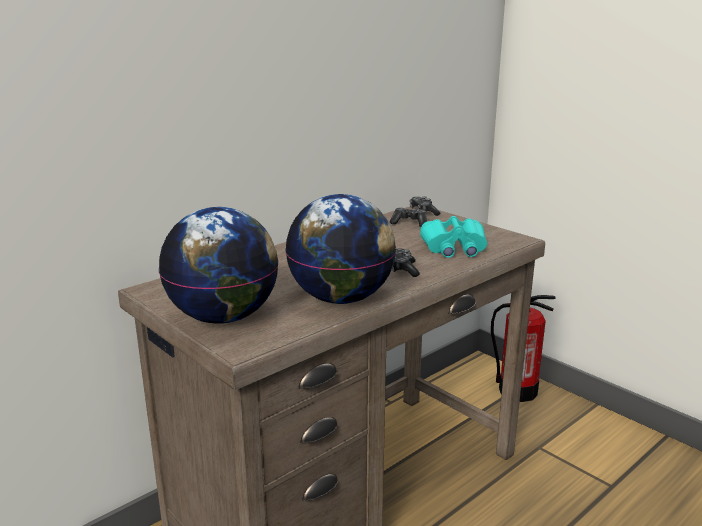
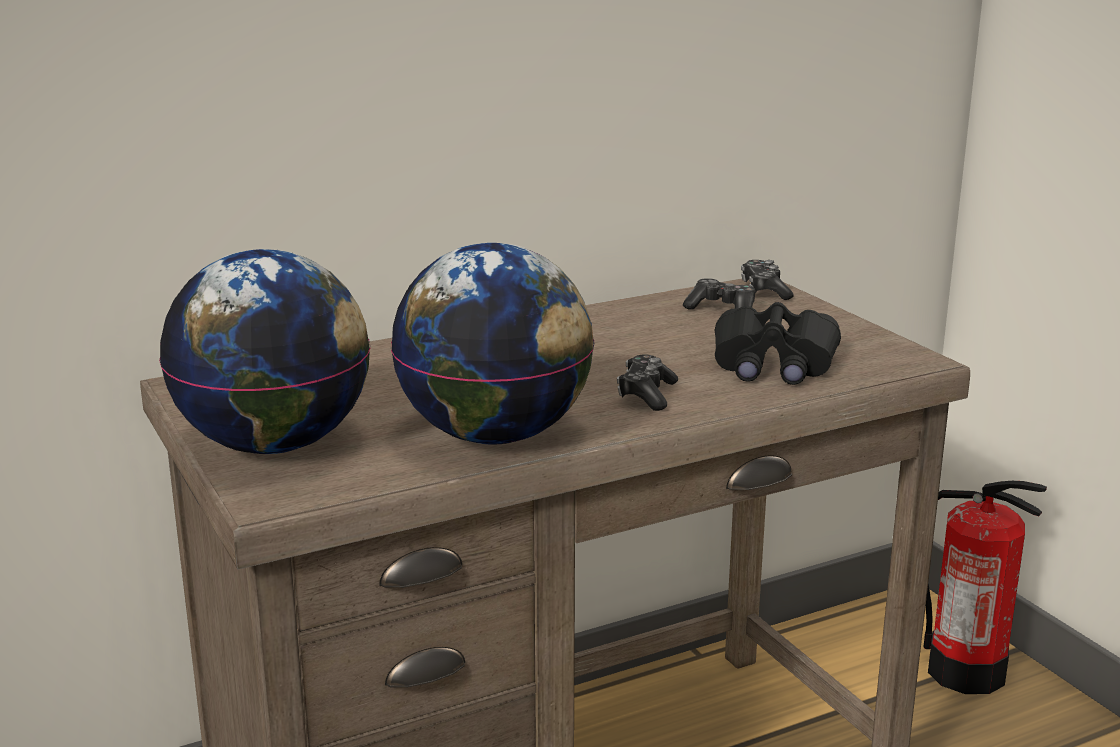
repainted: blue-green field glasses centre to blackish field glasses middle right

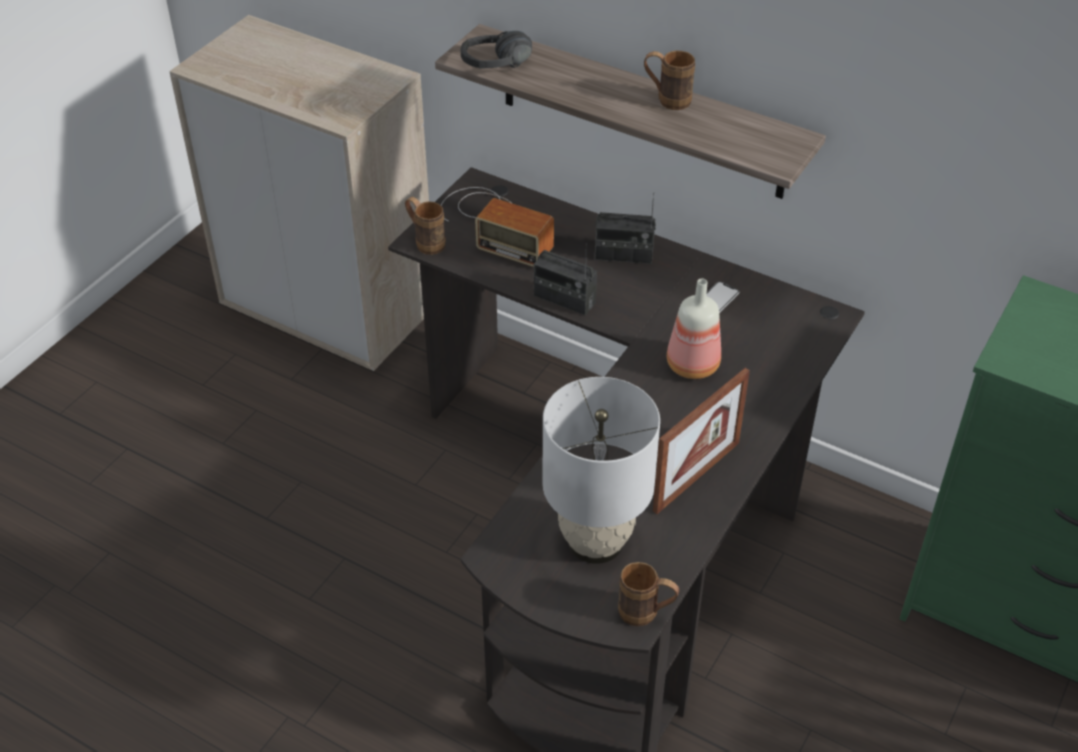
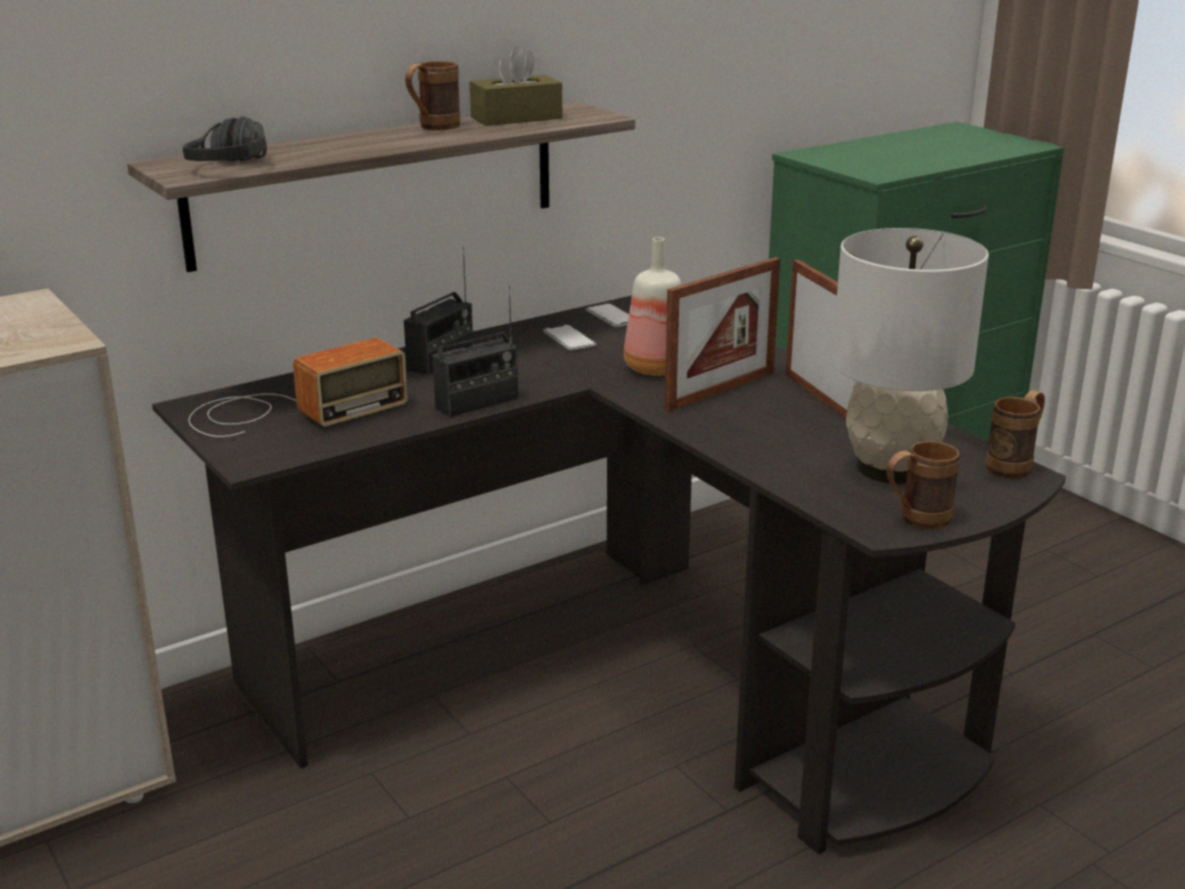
new: brown box of tissues top centre; telephone (no. 2 from left) centre; standing frame (no. 1 from left) centre
shifted: brown coffee mug (no. 1 from left in the first image) top centre to brown coffee mug (no. 2 from left) middle right

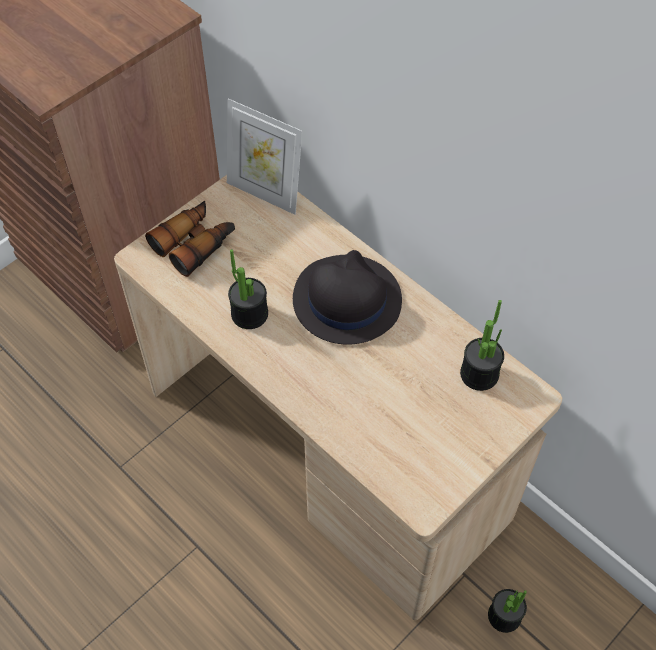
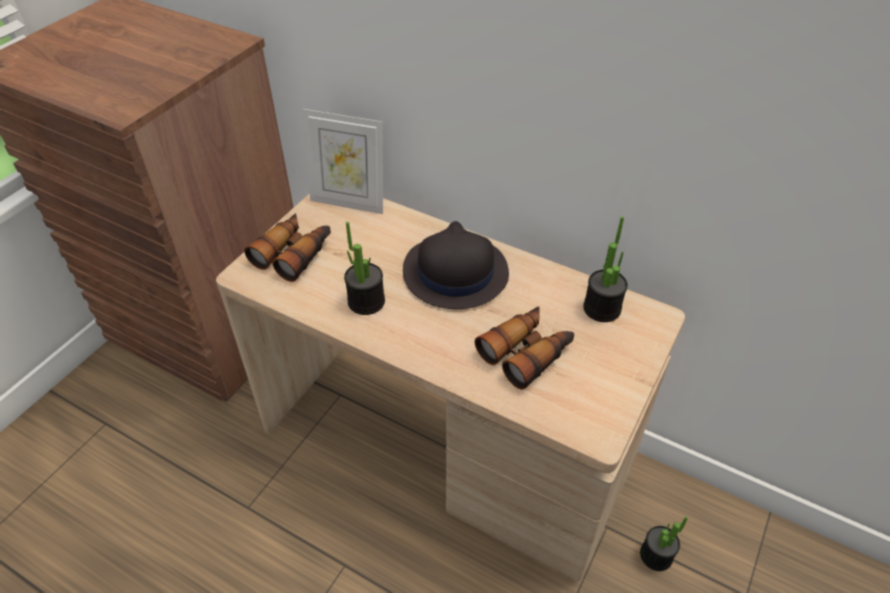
new: field glasses (no. 2 from left) centre

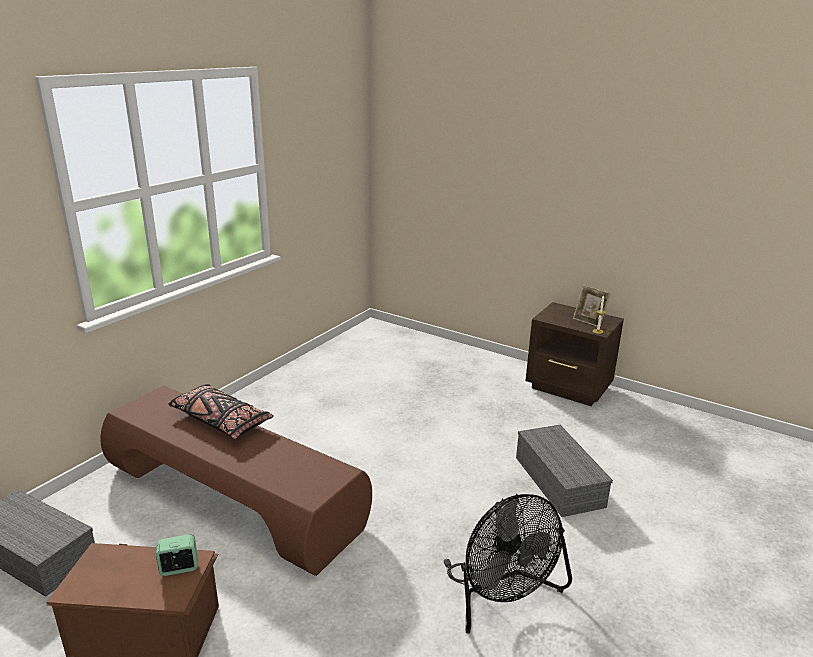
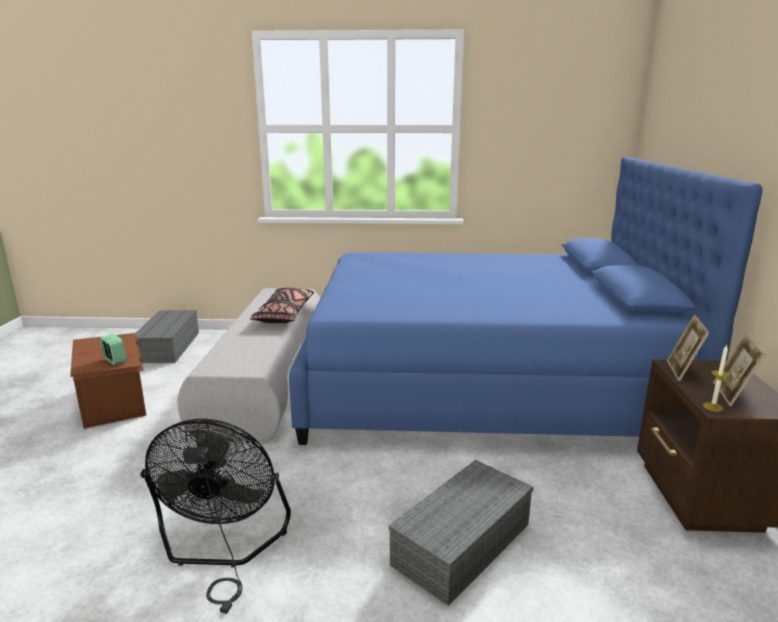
new: bluish bedroom bed middle right; standing frame (no. 1 from left) middle right
repainted: brown long seat bottom left to gray long seat middle left
rotated: blackish electric fan bottom centre = bottom left 150 degrees clockwise

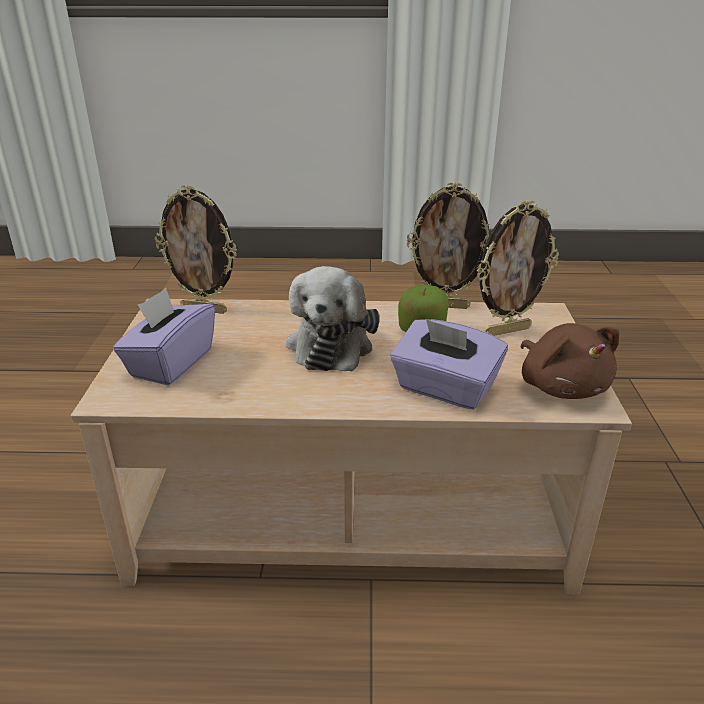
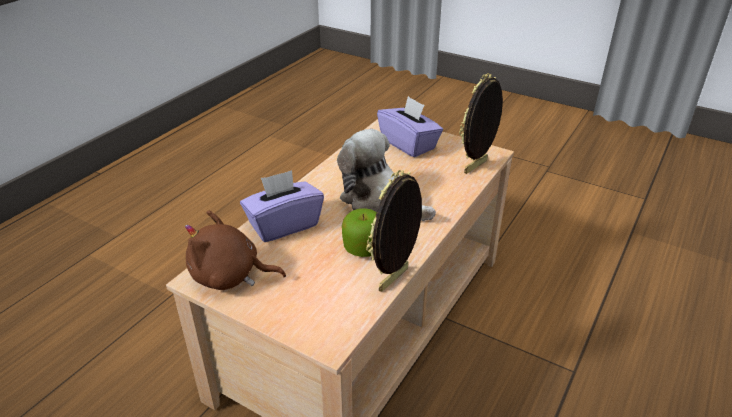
gone: standing frame (no. 3 from left) middle right

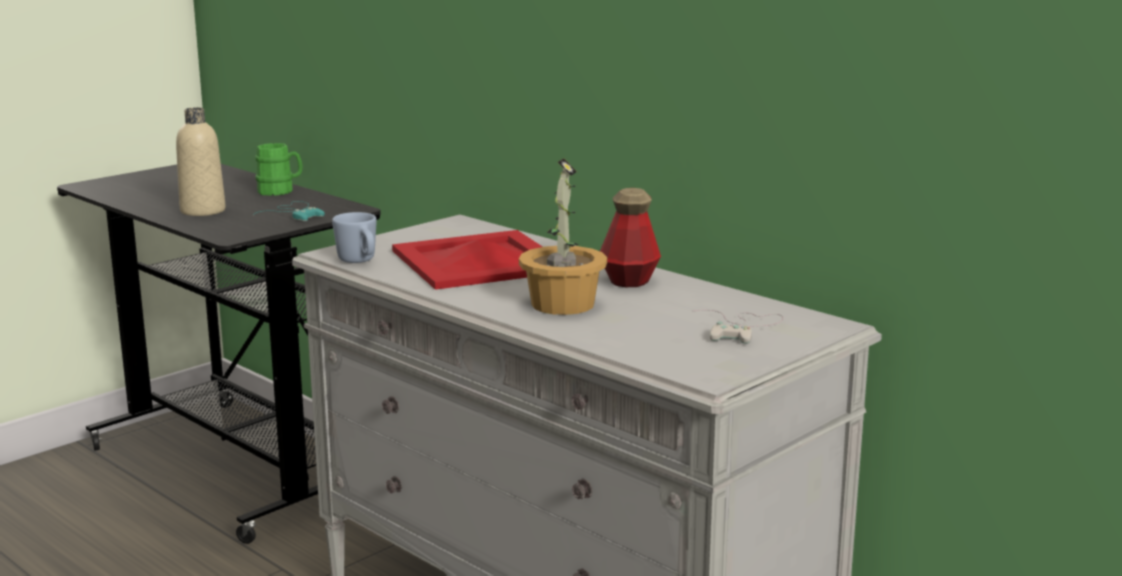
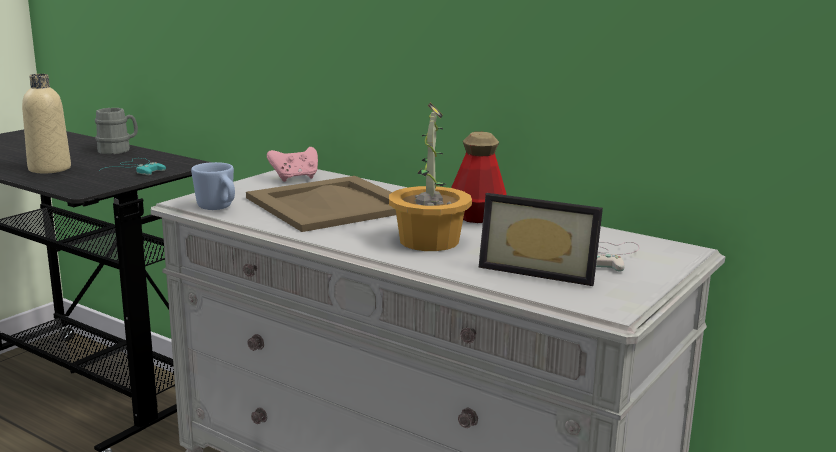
new: pink-coloured gamepad centre; standing frame centre
repainted: green coffee mug top left to gray coffee mug top left; red-coloured serving tray centre to beige-coloured serving tray centre

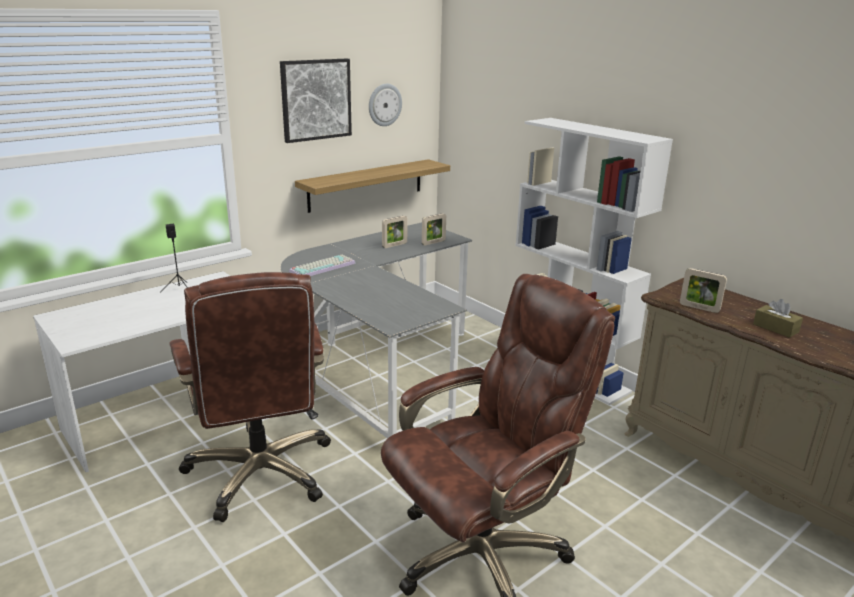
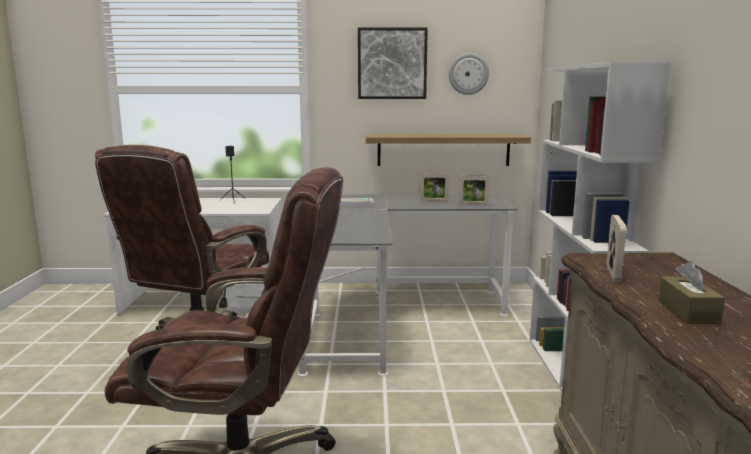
rotated: standing frame (no. 3 from left) middle right = middle right 150 degrees counterclockwise

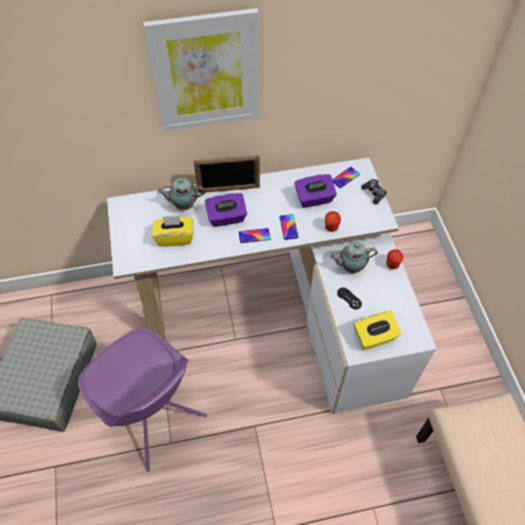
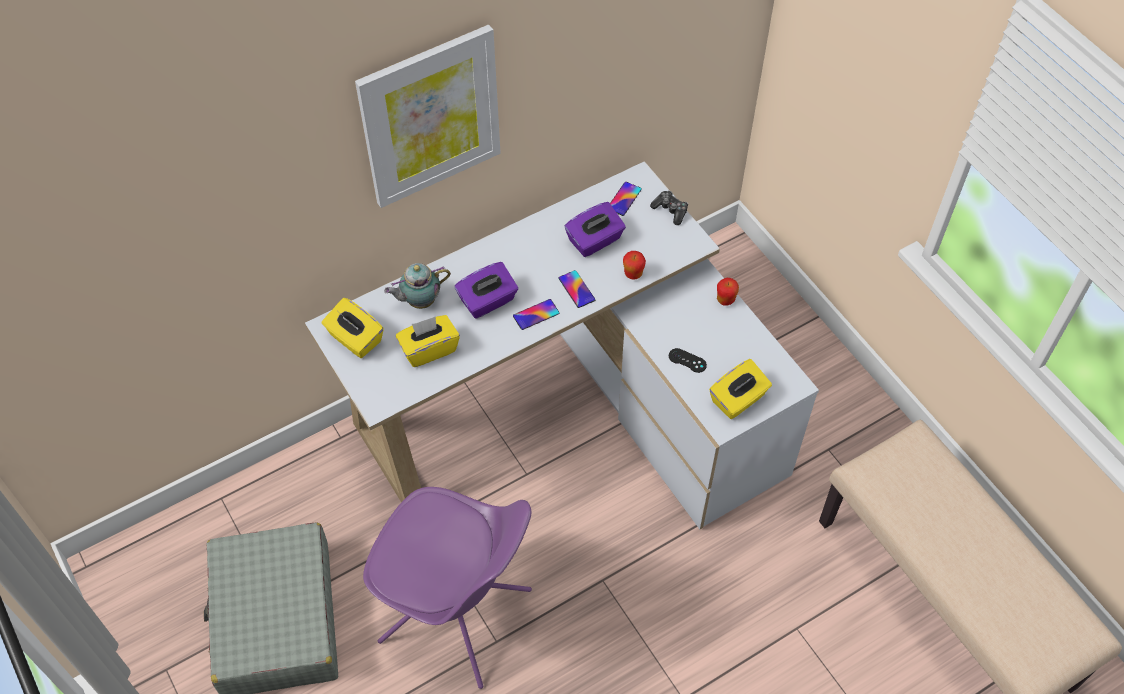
gone: standing frame top centre; tea pot (no. 2 from left) middle right
new: yellow box of tissues (no. 1 from left) middle left

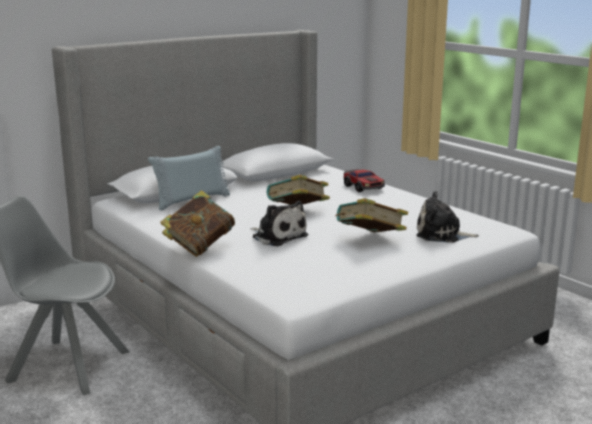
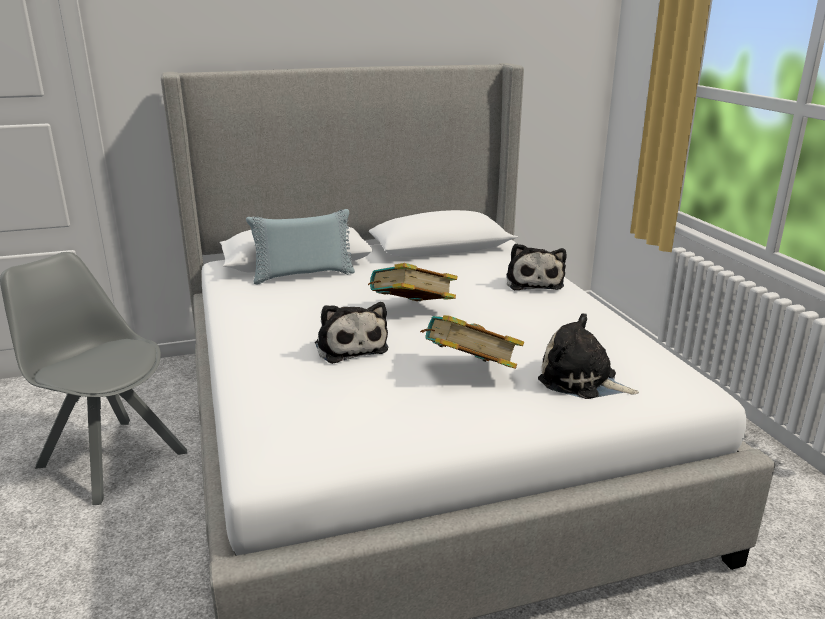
gone: bound book (no. 1 from left) centre
swapped: model car centre to plush toy (no. 2 from left) centre

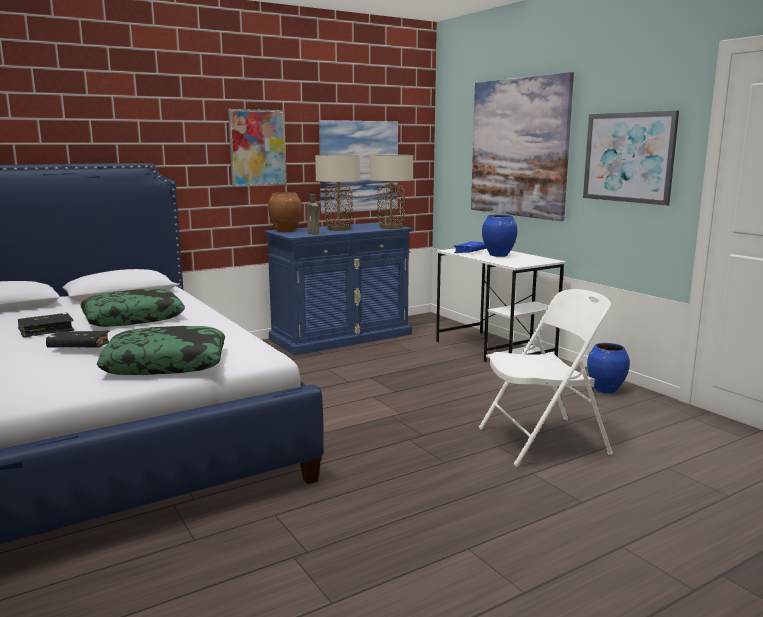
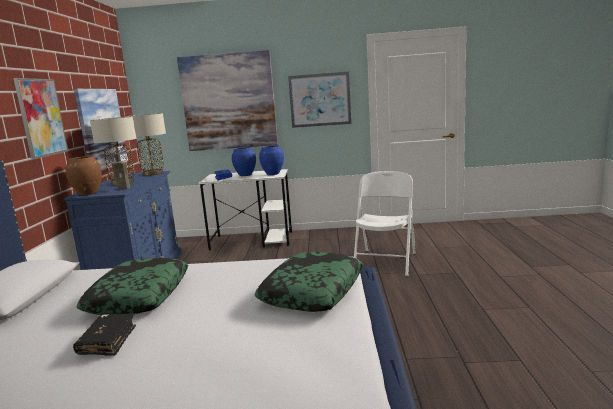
gone: blackish bound book (no. 2 from left) middle left
shifted: bluish vase (no. 2 from left) middle right to centre

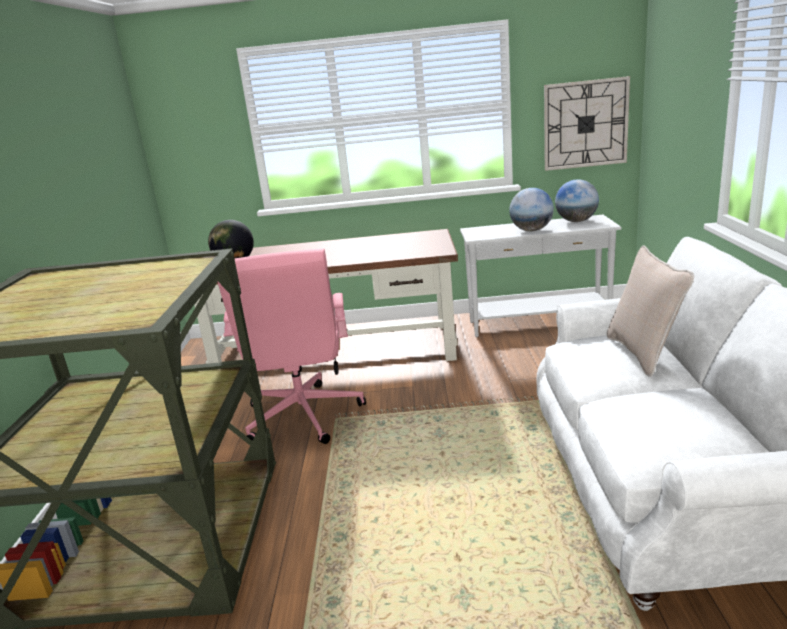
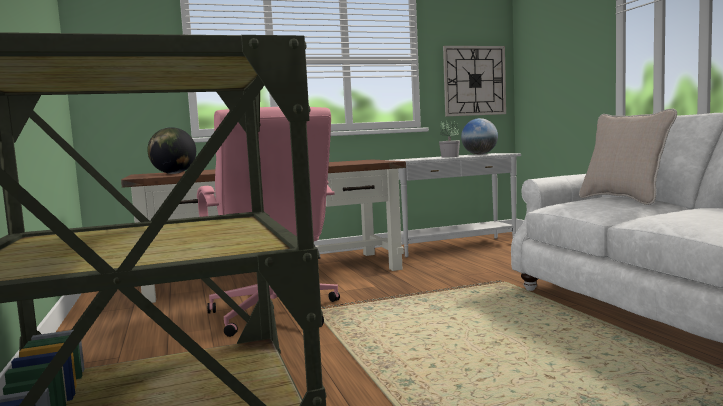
swapped: world globe (no. 2 from left) top right to potted plant centre

